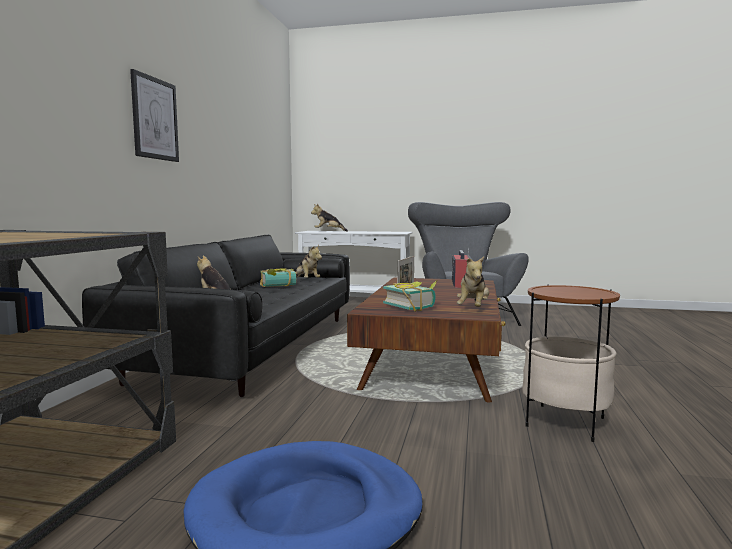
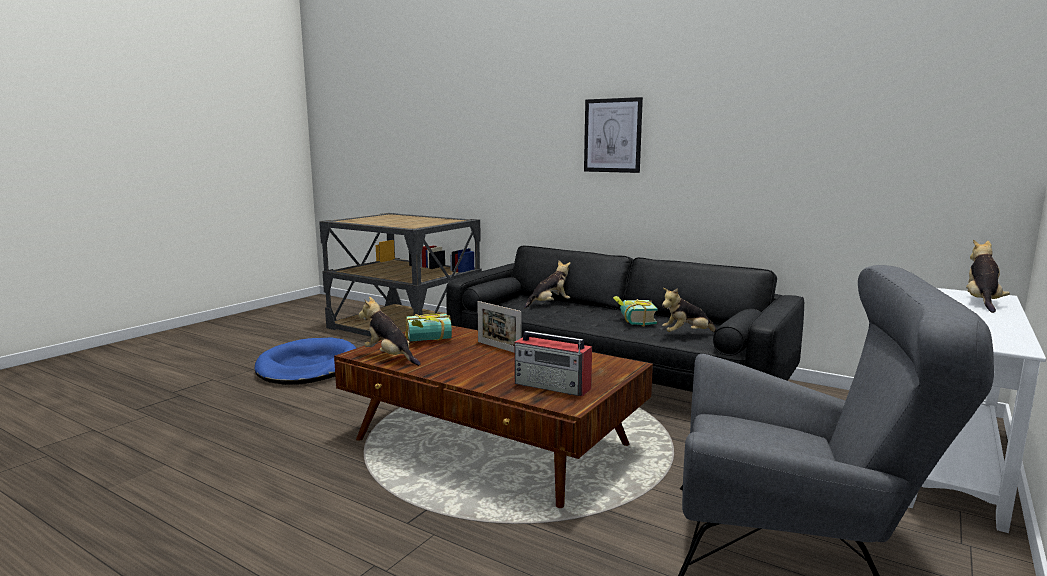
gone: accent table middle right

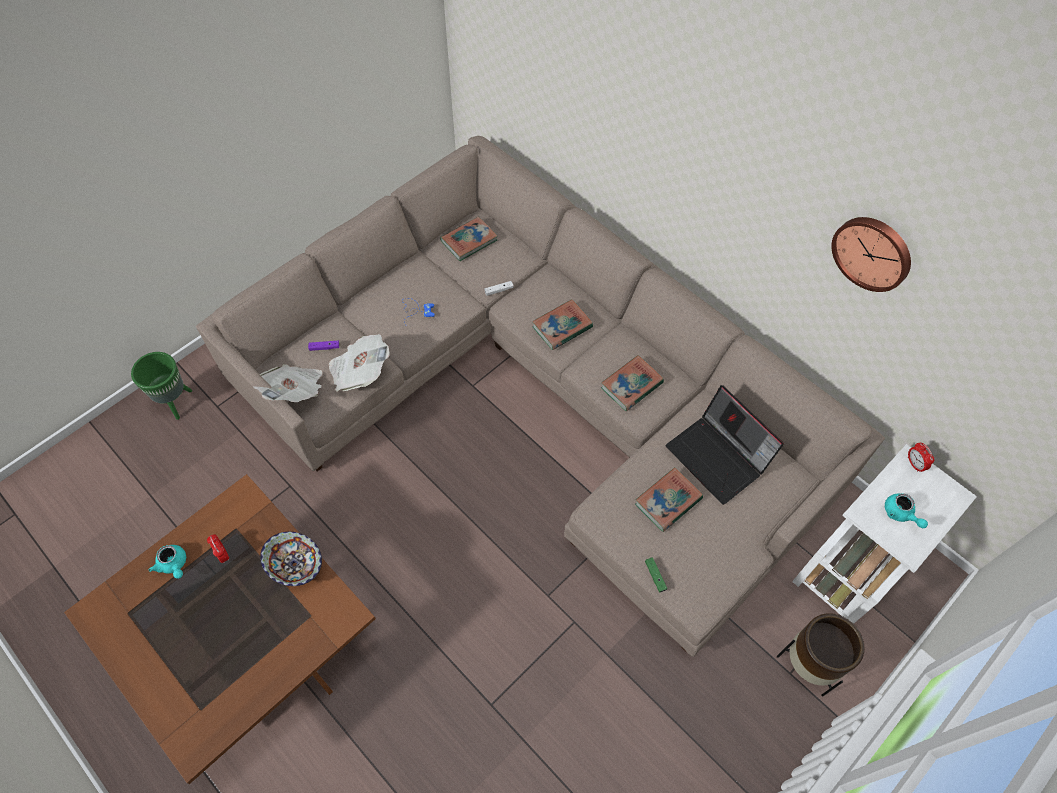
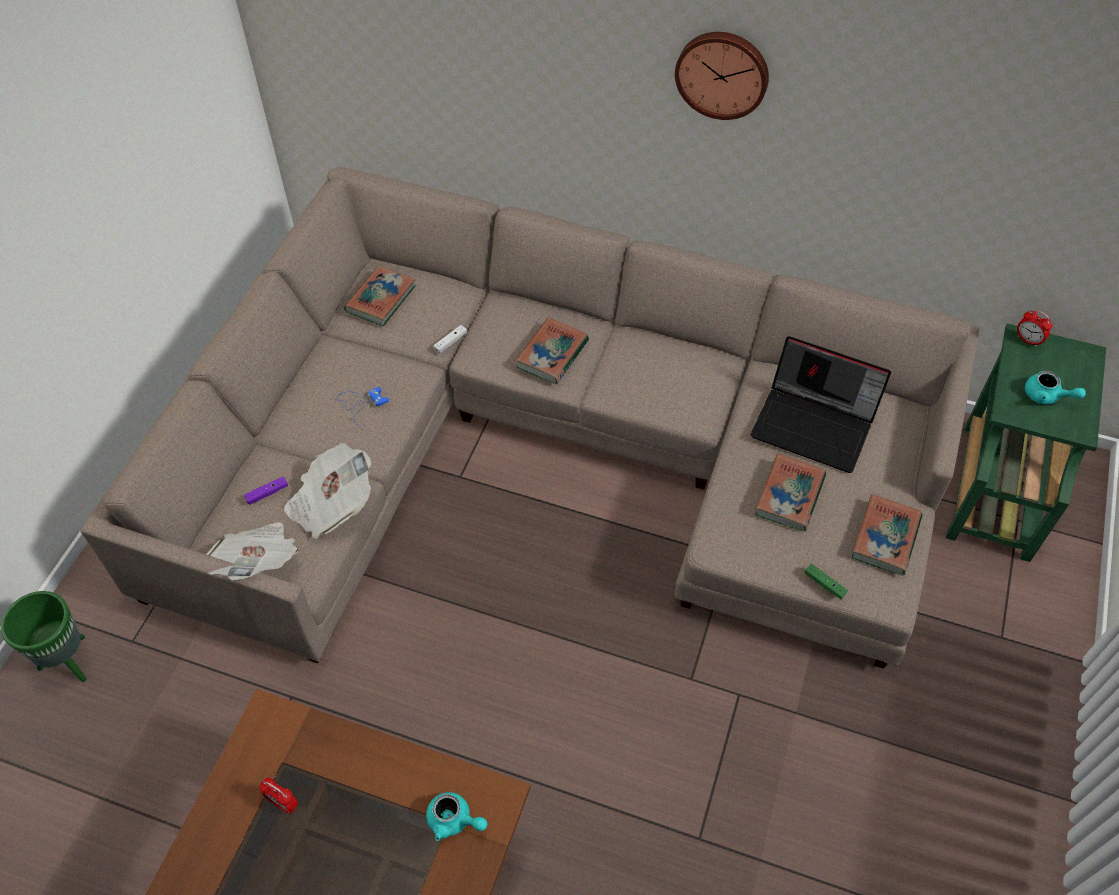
gone: deep dish bottom left; brown plant pot bottom right
shifted: blue-green tea pot (no. 1 from left) bottom left to bottom centre; bound book (no. 3 from left in the first image) centre to bound book (no. 4 from left) middle right; hanging clock top right to top centre
repainted: white-coloured accent table bottom right to green accent table middle right

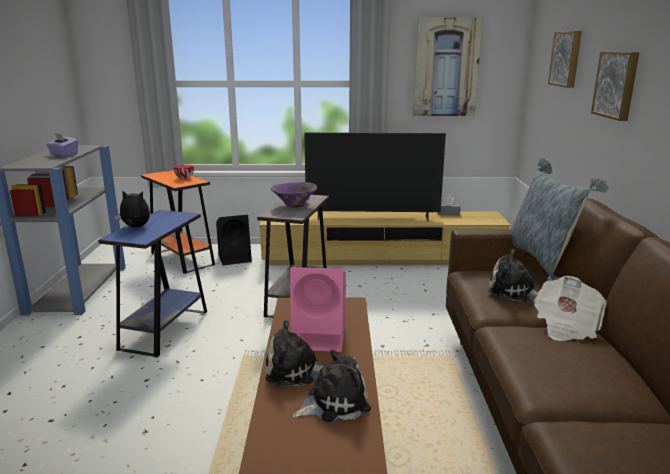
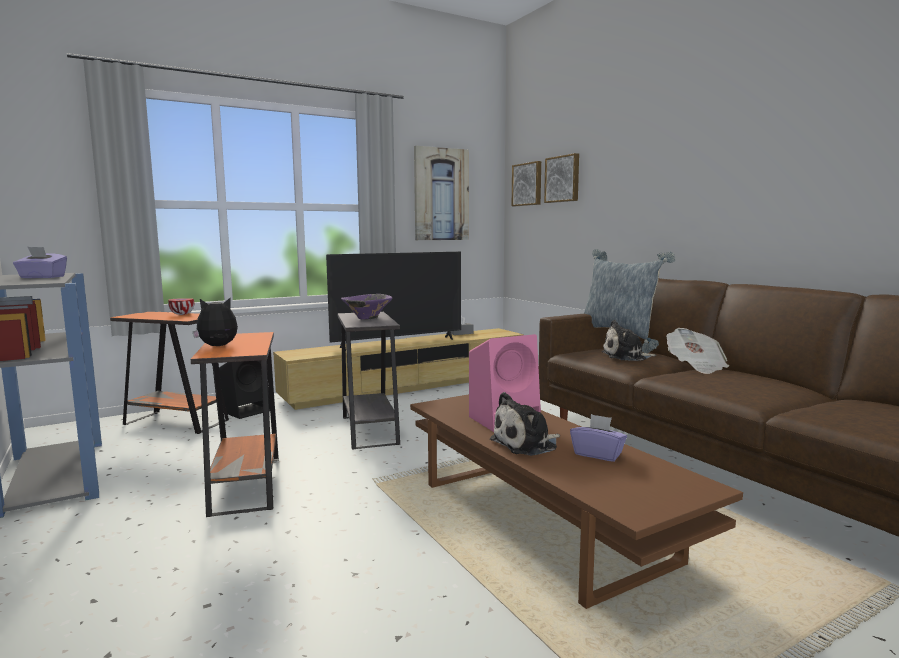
shifted: wall art (no. 3 from left in the first image) top right to wall art (no. 2 from left) top centre
swapped: plush toy (no. 3 from left) bottom centre to purple box of tissues (no. 2 from left) centre
repainted: bluish accent table middle left to orangey accent table (no. 2 from left) middle left

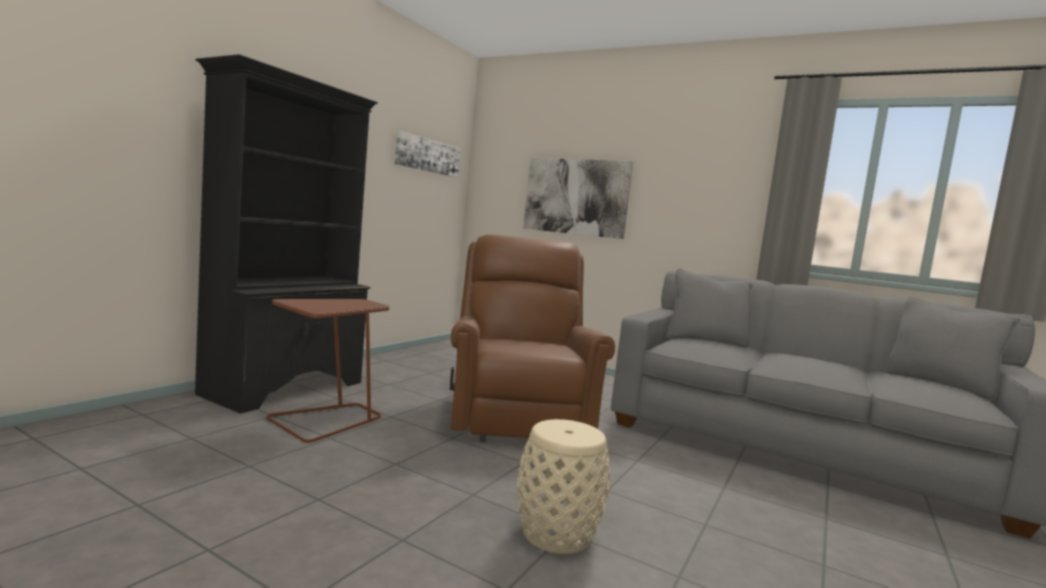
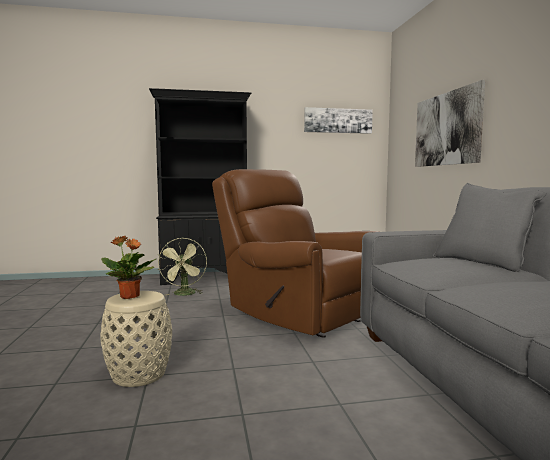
new: potted plant middle left
swapped: brown accent table middle left to green electric fan middle left
rotated: brown armchair centre = centre 90 degrees counterclockwise

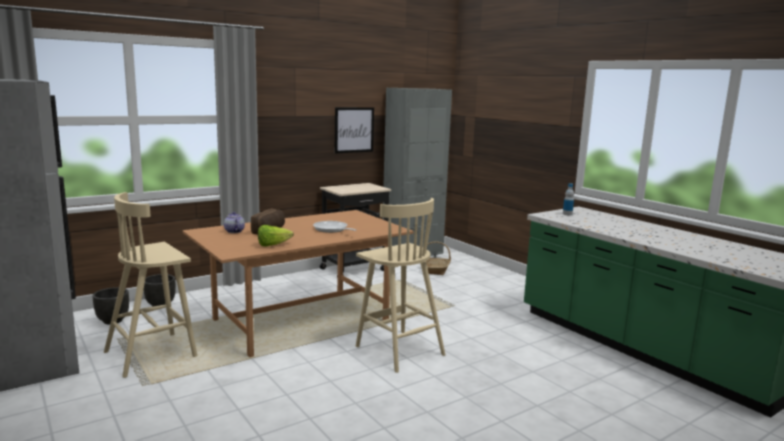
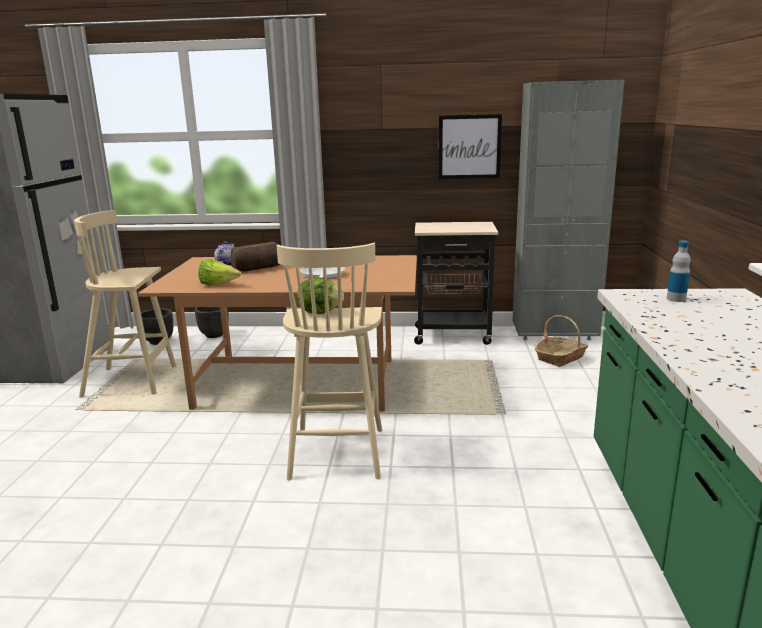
new: head of lettuce (no. 2 from left) centre

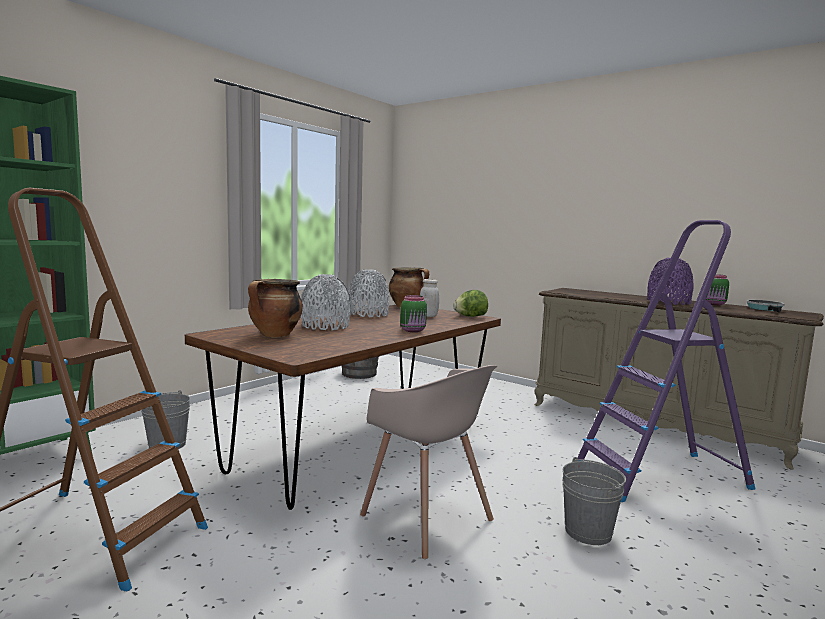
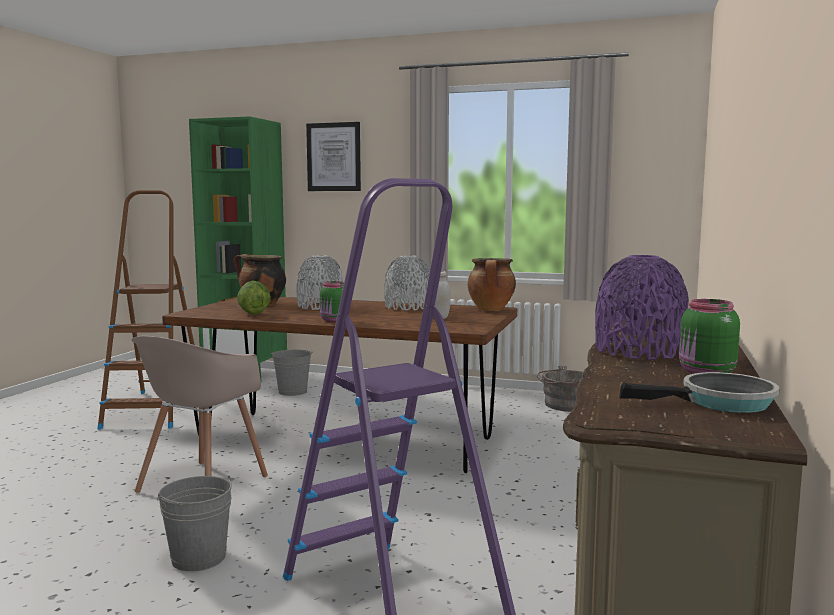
new: wall art top centre
shifted: head of lettuce centre to middle left

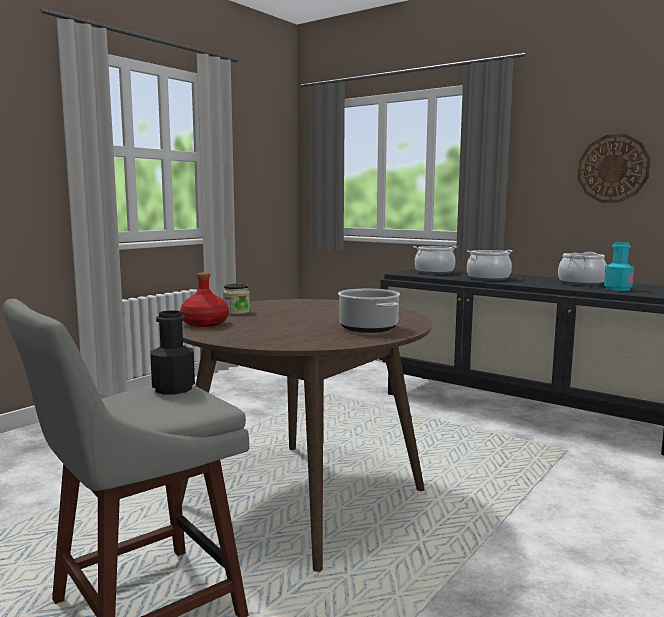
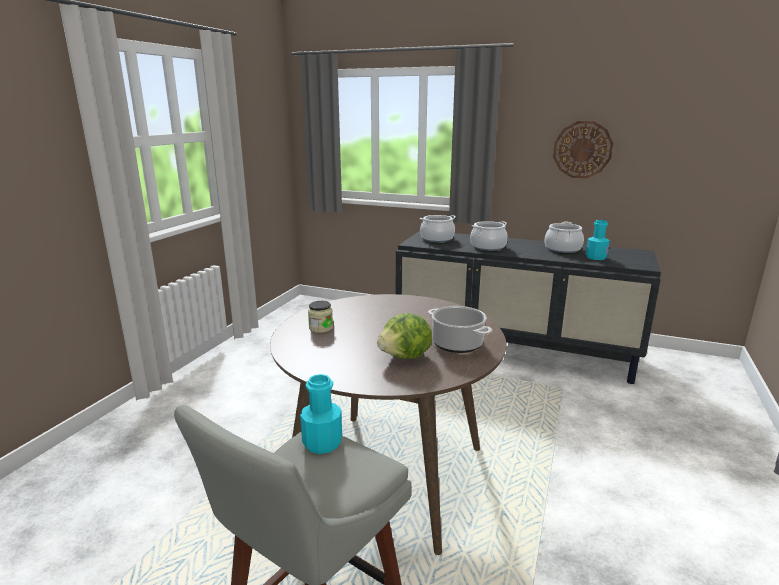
gone: red-coloured beverage bottle middle left
new: head of lettuce centre
repainted: blackish beverage bottle middle left to blue-green beverage bottle (no. 1 from left) bottom centre

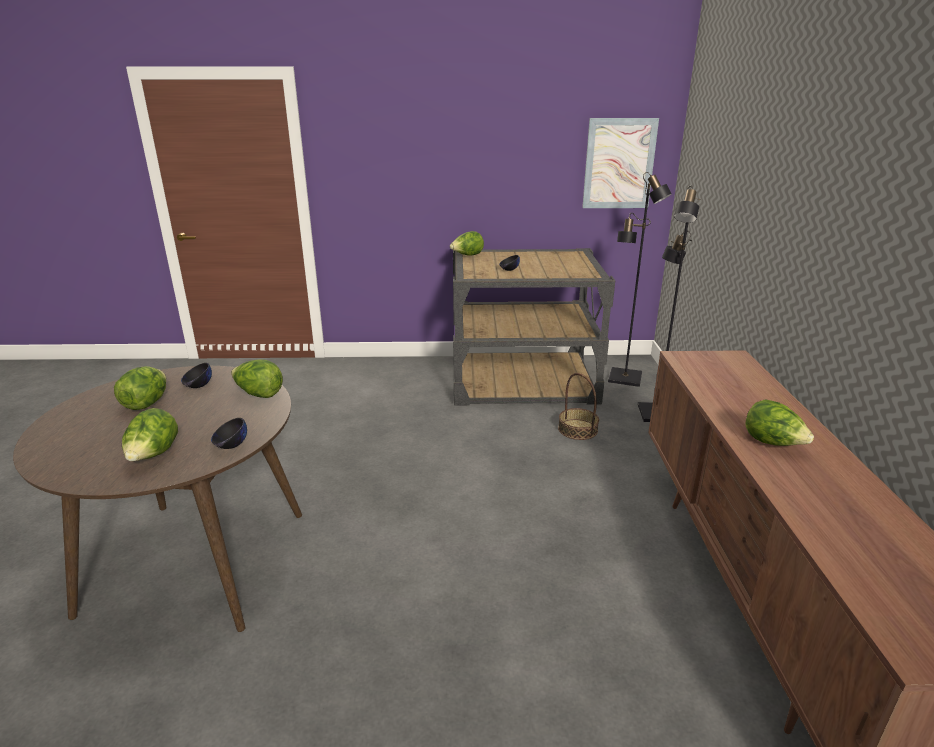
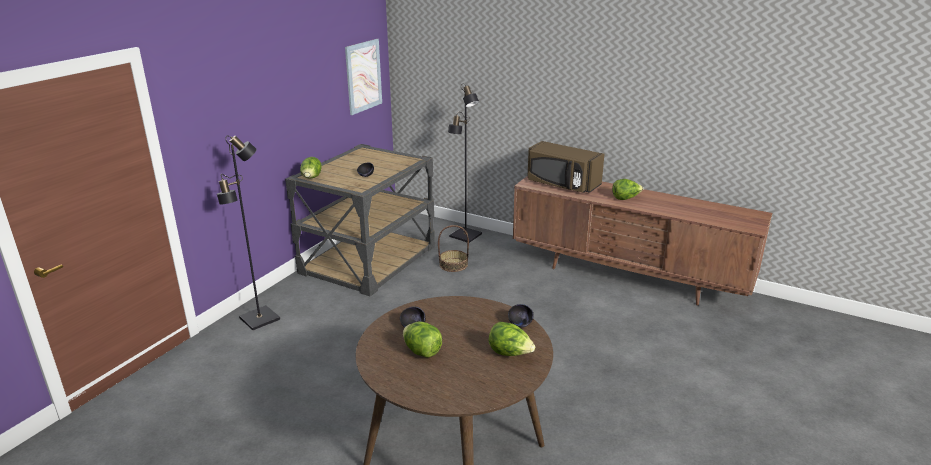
gone: head of lettuce (no. 3 from left) middle left
new: brown microwave oven centre
shifted: blackish floor lamp (no. 1 from left) middle right to middle left

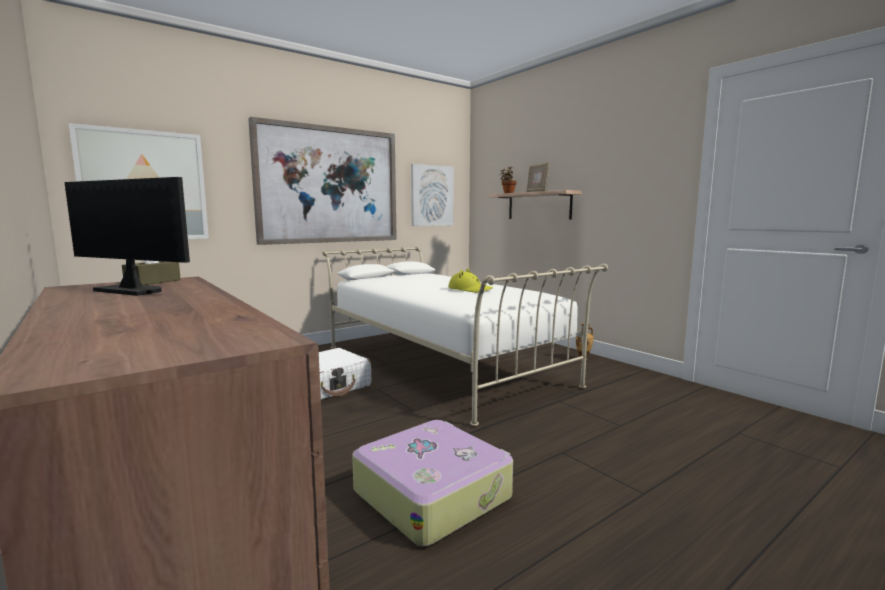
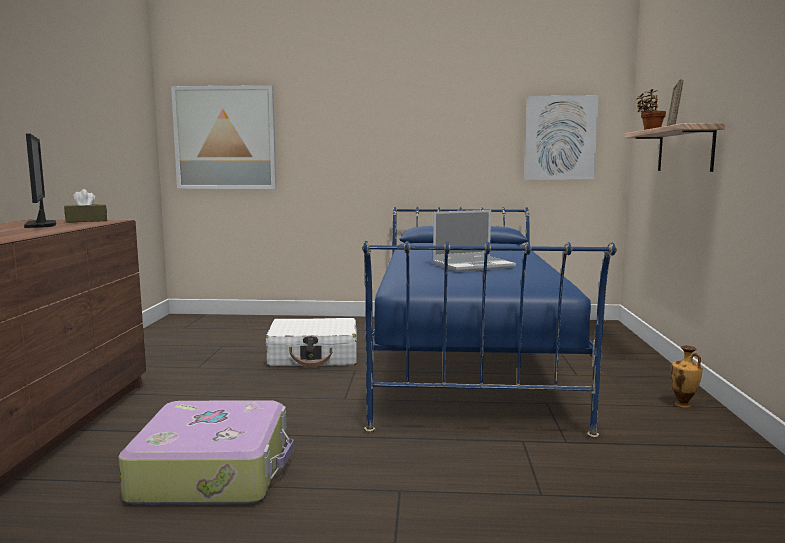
gone: wall art (no. 2 from left) top centre
swapped: yellow hat centre to laptop centre
repainted: white-coloured bedroom bed centre to bluish bedroom bed centre

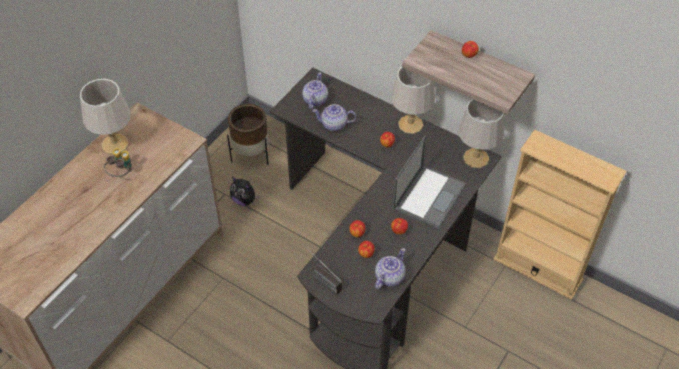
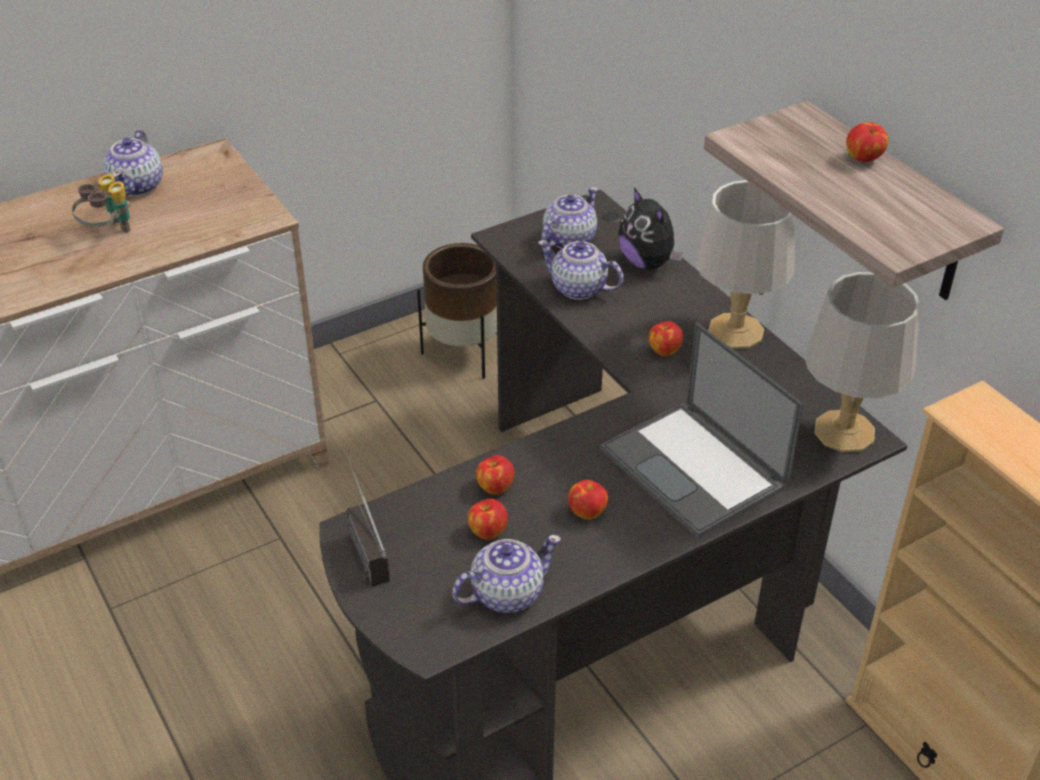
shifted: plush toy centre to top centre
swapped: gray tabletop lamp (no. 1 from left) top left to tea pot (no. 1 from left) top left
rotated: laptop centre = middle right 90 degrees clockwise

